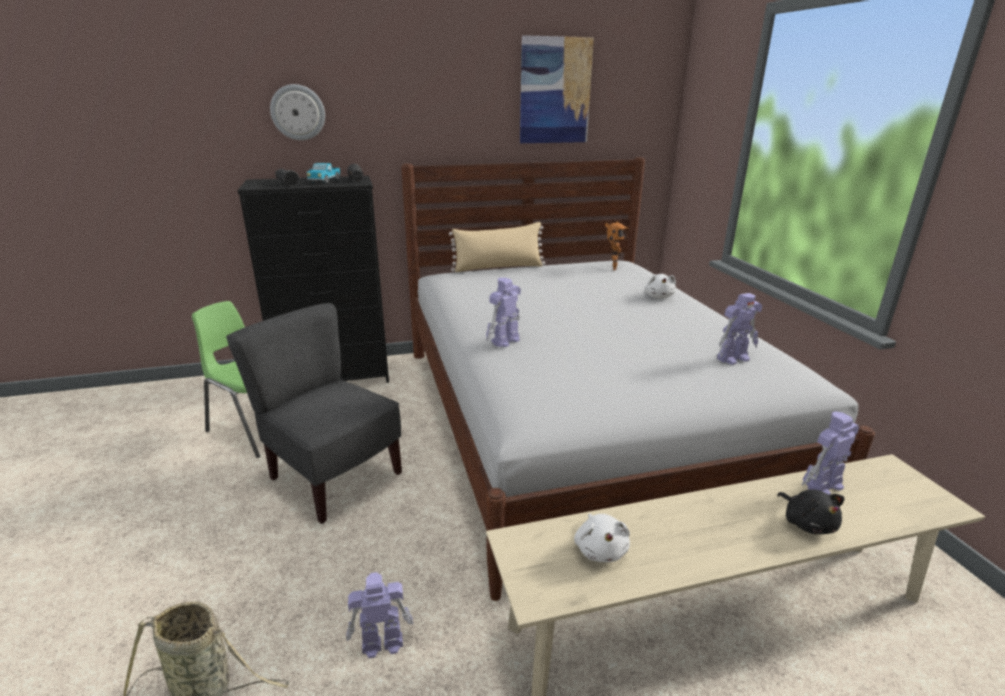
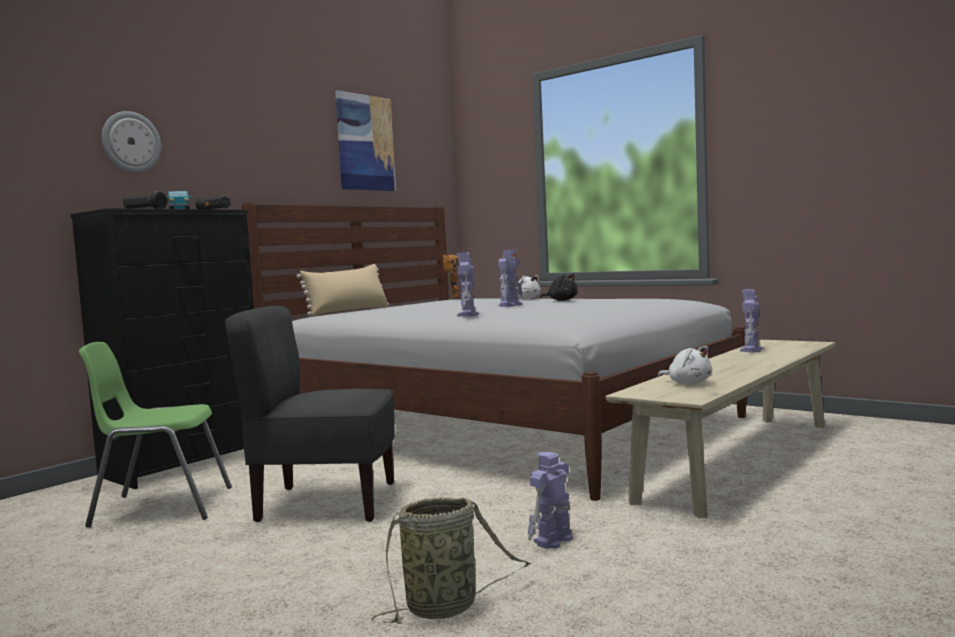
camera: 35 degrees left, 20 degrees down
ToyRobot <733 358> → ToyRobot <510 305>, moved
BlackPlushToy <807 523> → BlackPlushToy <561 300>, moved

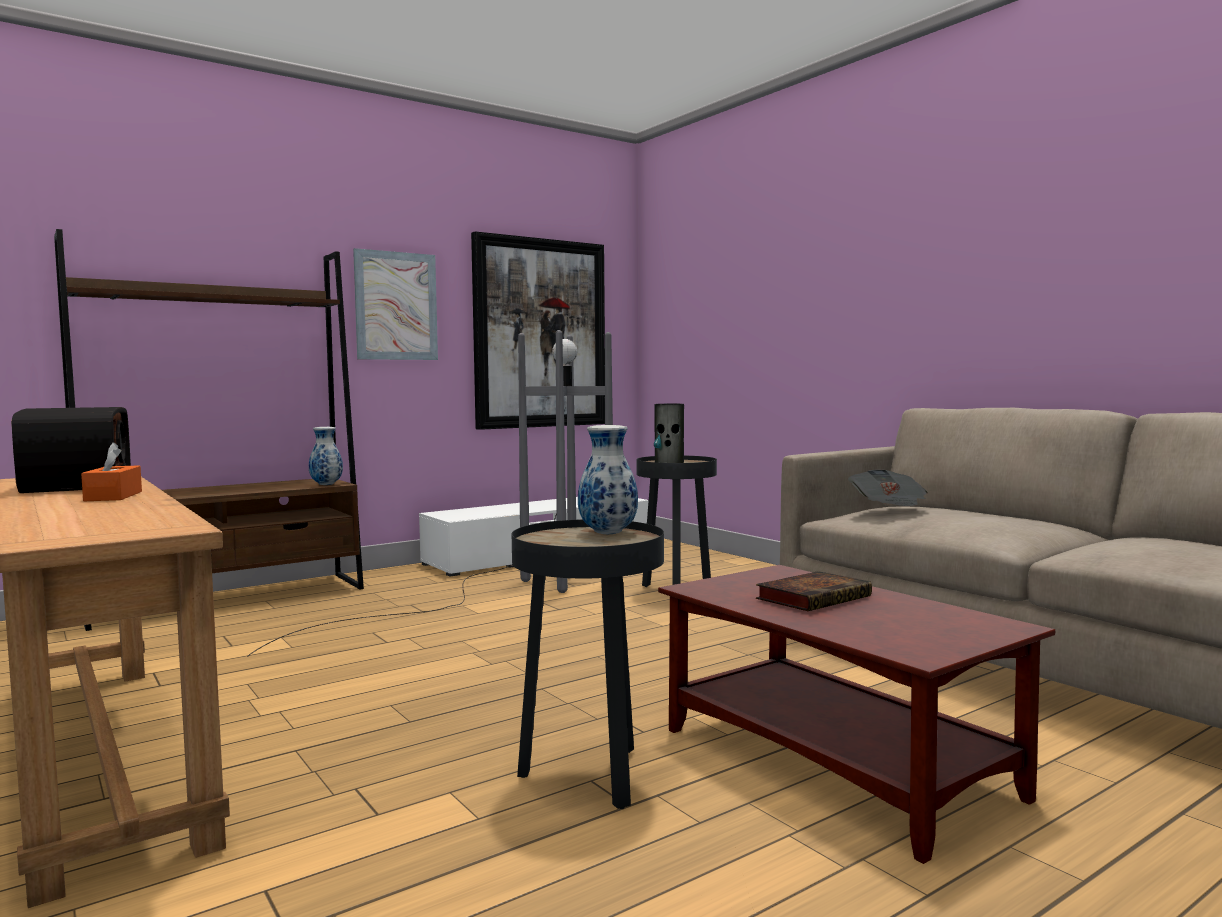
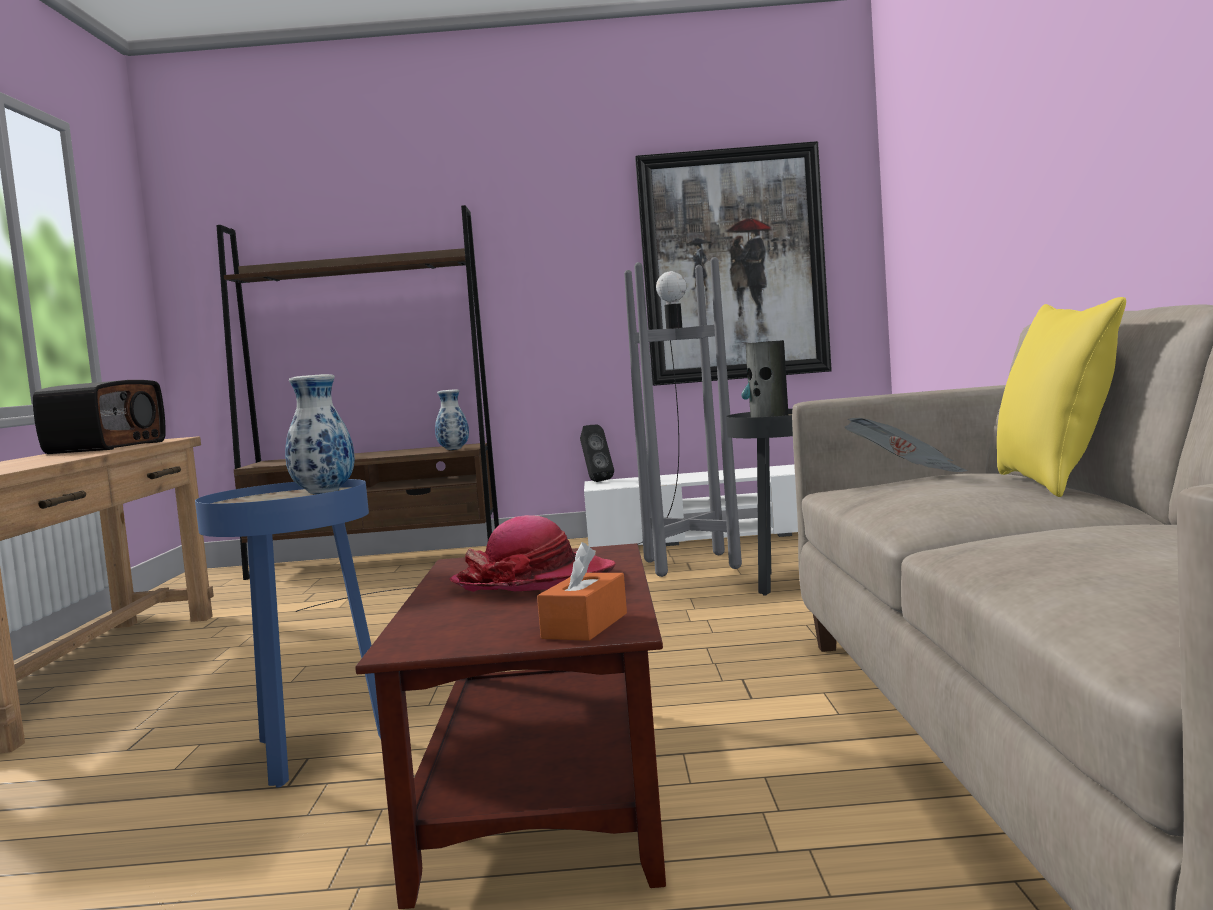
camera: 35 degrees right, 0 degrees up
Picture <396 306> → -
- → BlackSpeaker <596 481>
- → YellowPillow <1055 483>
OrangeTissueBox <113 496> → OrangeTissueBox <585 626>, moved
Book <814 598> → Hat <533 580>
BlackSideTable <589 778> → BlueSideTable <310 755>

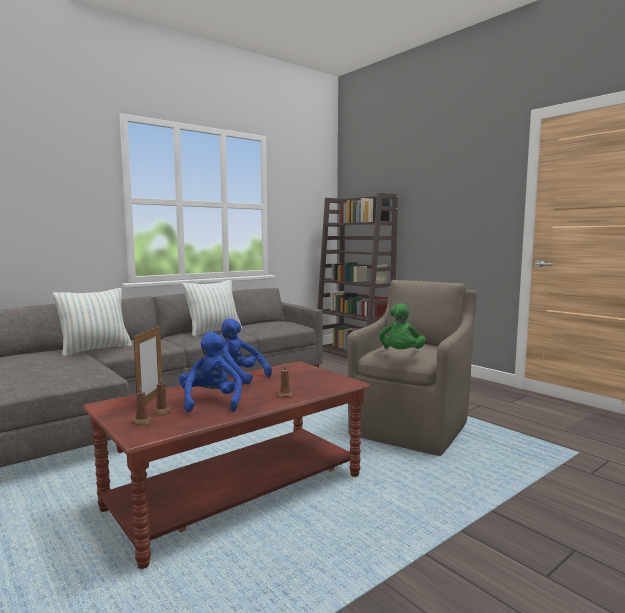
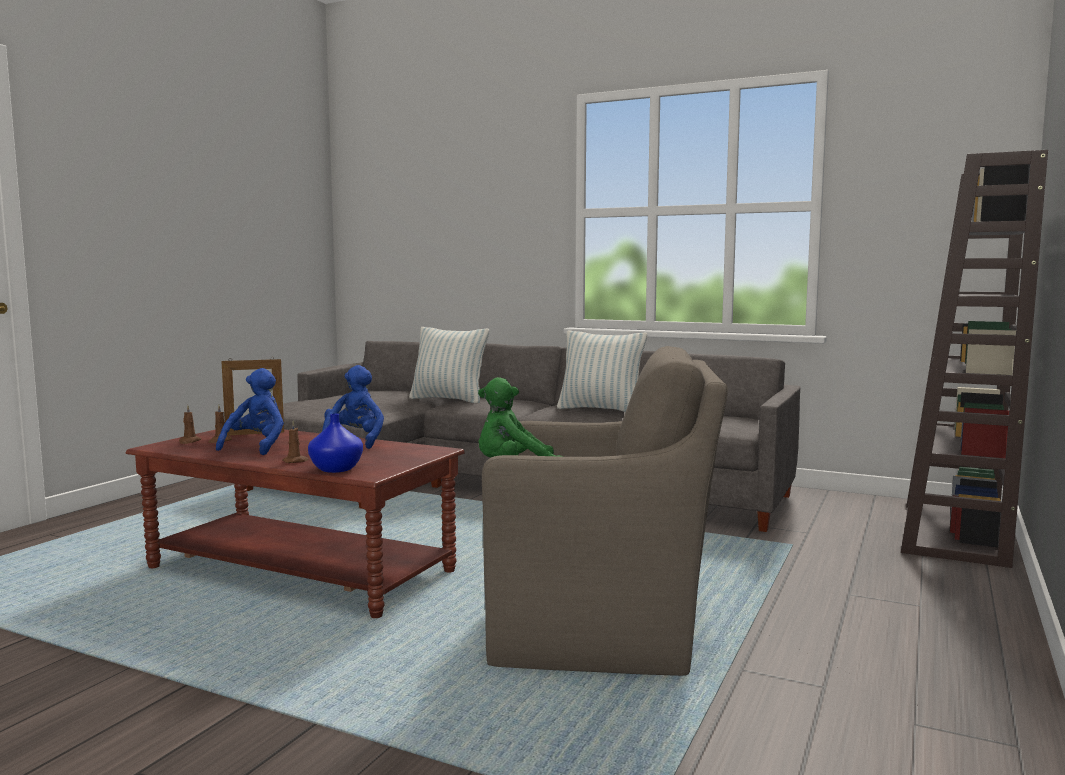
camera: 65 degrees right, 0 degrees up
- → BlueVase <336 469>
BluePlushToy <211 402> → BluePlushToy <257 446>, 45 degrees counterclockwise

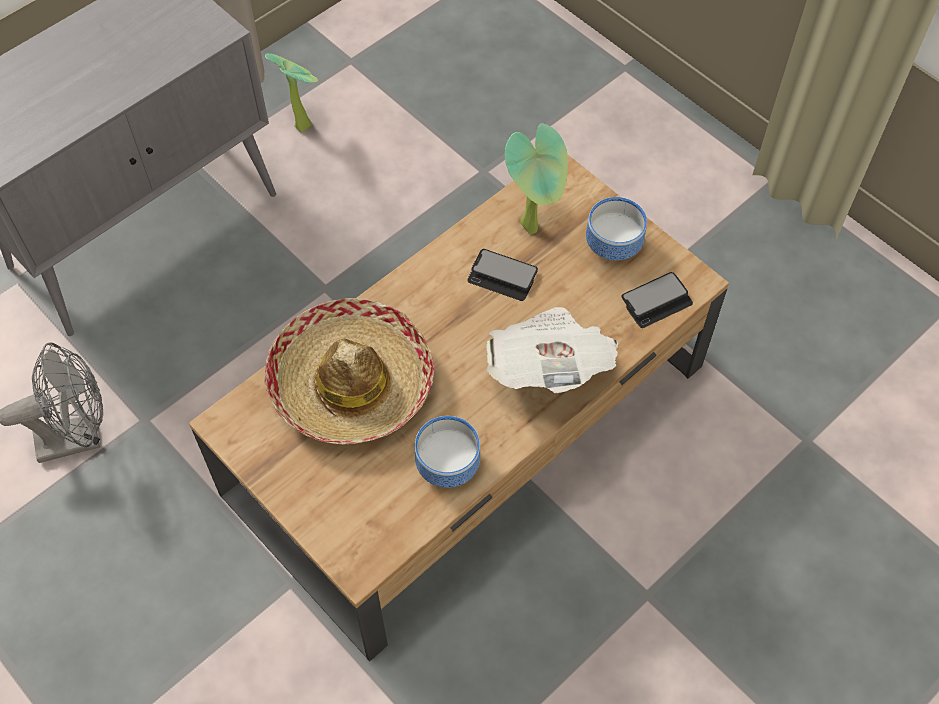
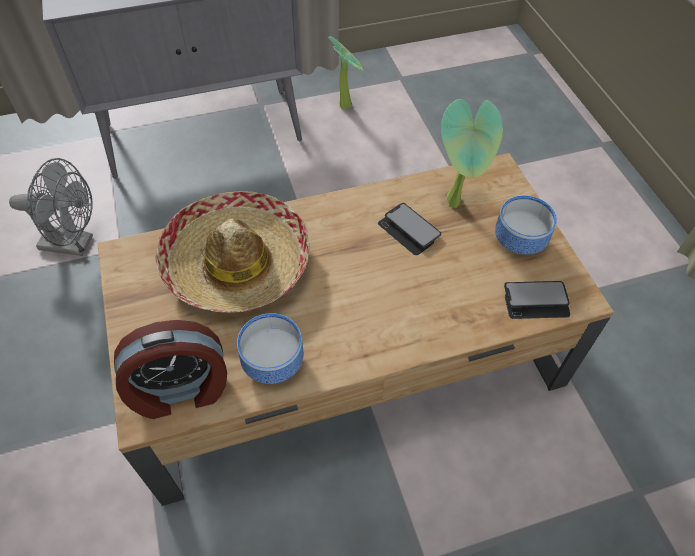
camera: 25 degrees right, 5 degrees down
Newspaper <548 367> → -
- → AlarmClock <180 391>

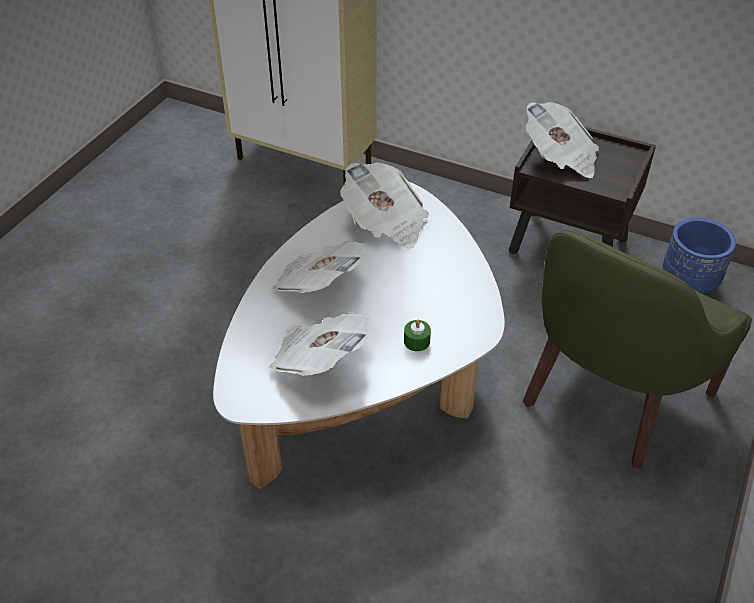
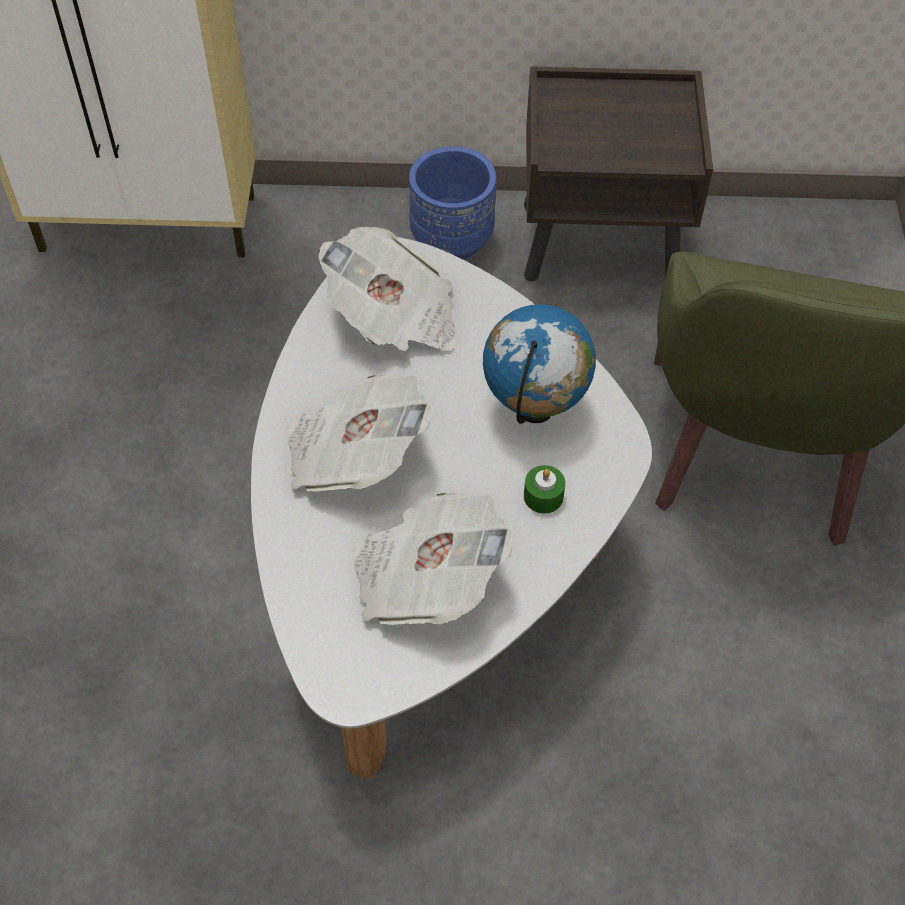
camera: 25 degrees left, 10 degrees up
Newspaper <560 158> → -
- → Globe <534 411>
BluePlanter <688 283> → BluePlanter <452 240>, moved

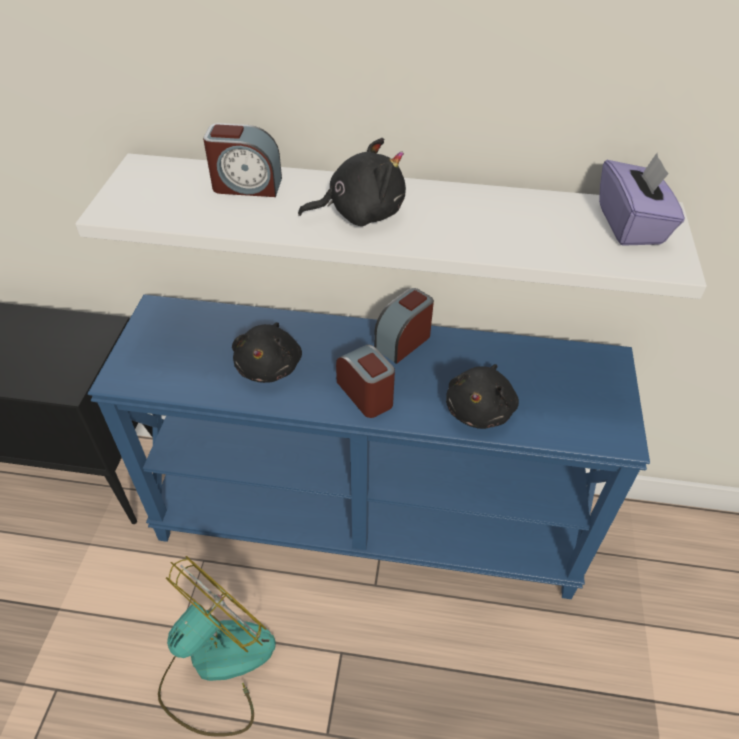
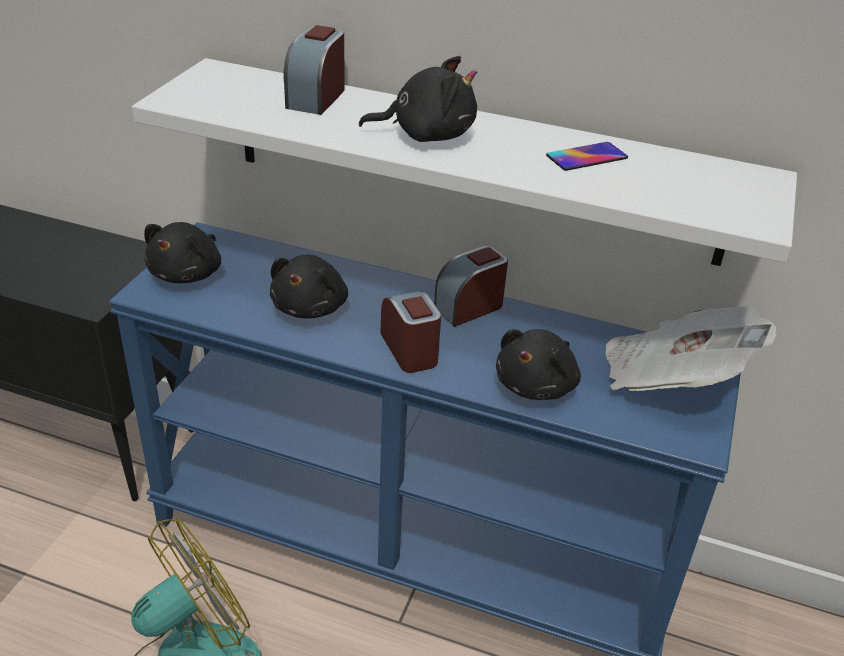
camera: 10 degrees right, 10 degrees down
PurpleTissueBox <631 225> → -
- → BlackPlushToy <188 273>
- → Phone <586 157>
- → Newspaper <672 378>
AlarmClock <246 185> → AlarmClock <316 98>, 90 degrees clockwise

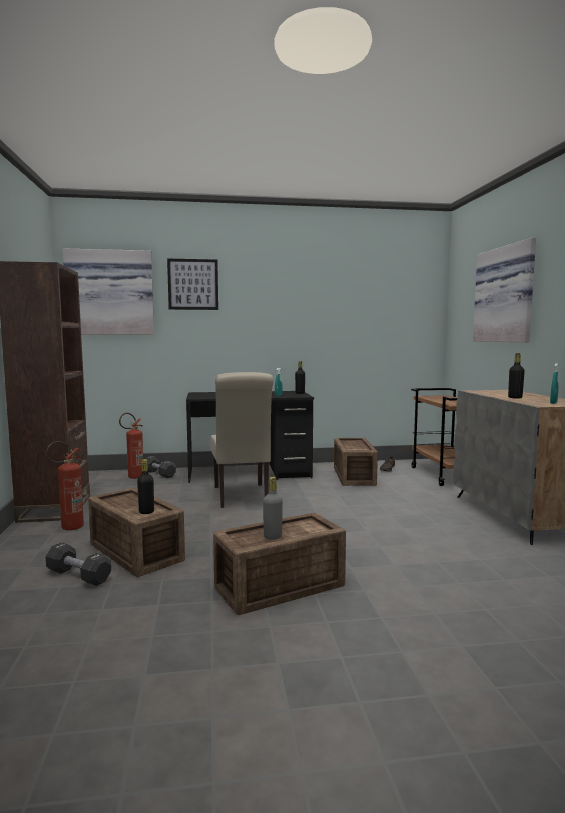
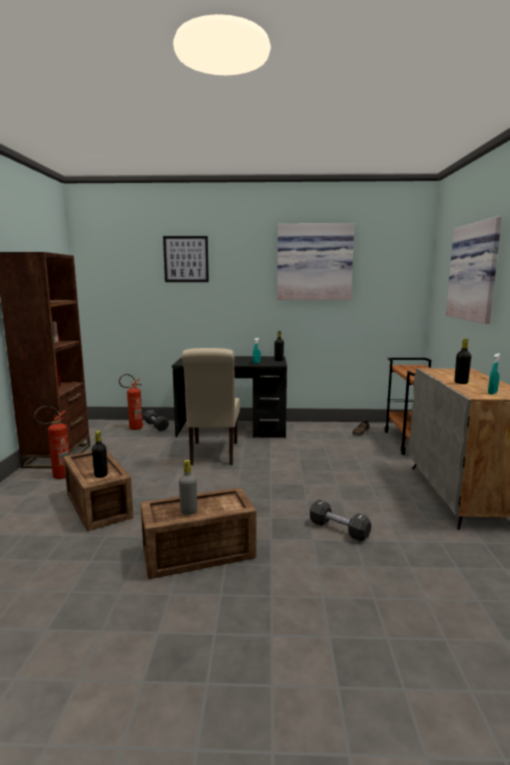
camera: 10 degrees right, 5 degrees up
Crate <354 476> → -
BlackDumbbell <78 576> → BlackDumbbell <339 529>, moved
Picture <110 292> → Picture <314 262>, moved

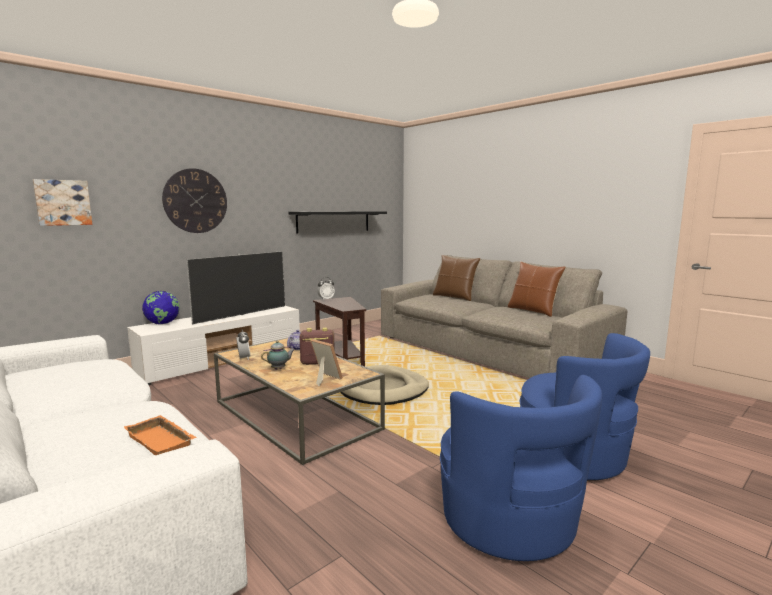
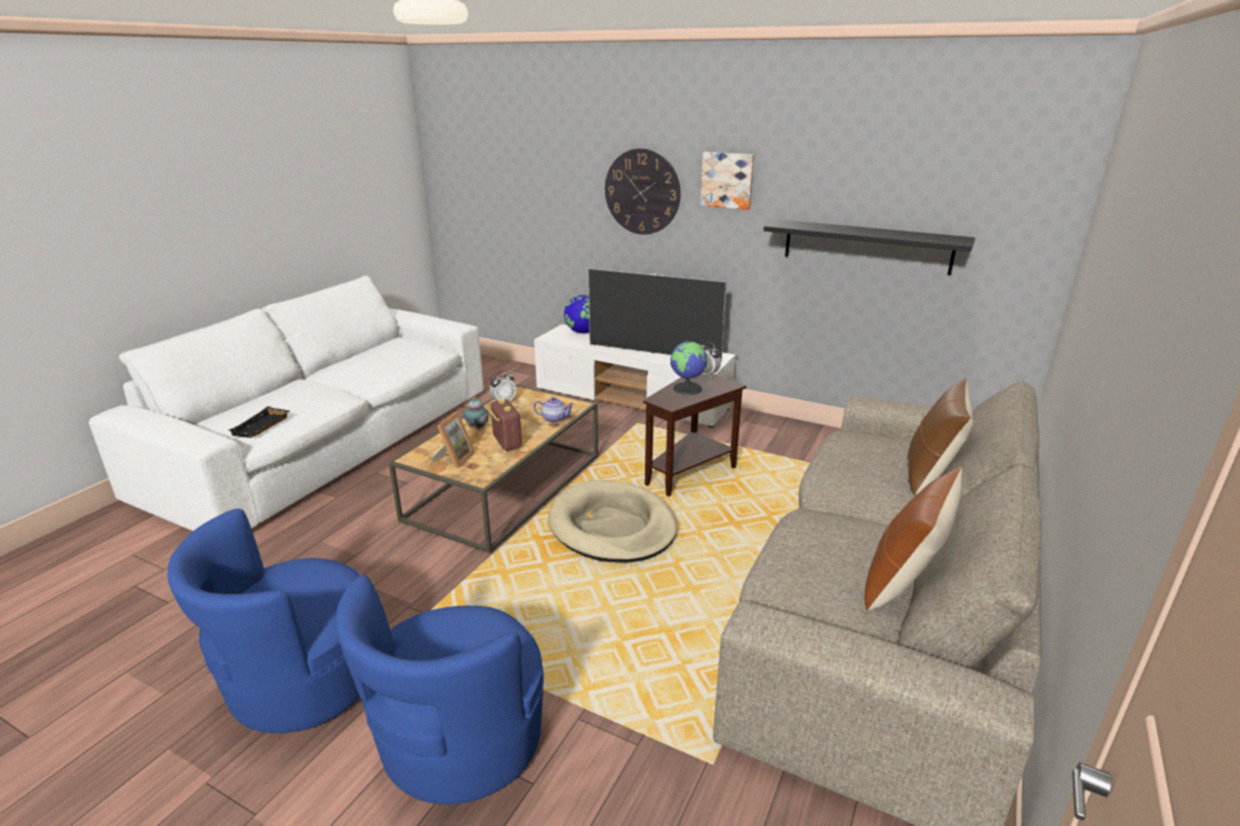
camera: 70 degrees right, 15 degrees up
- → Globe <688 388>
Picture <63 202> → Picture <727 180>, moved
OrangeTray <163 440> → BlackTray <261 427>

